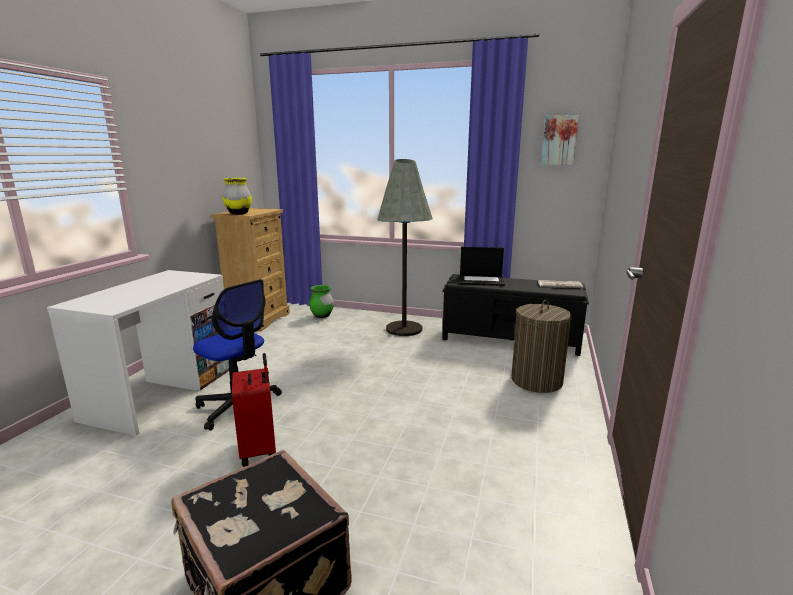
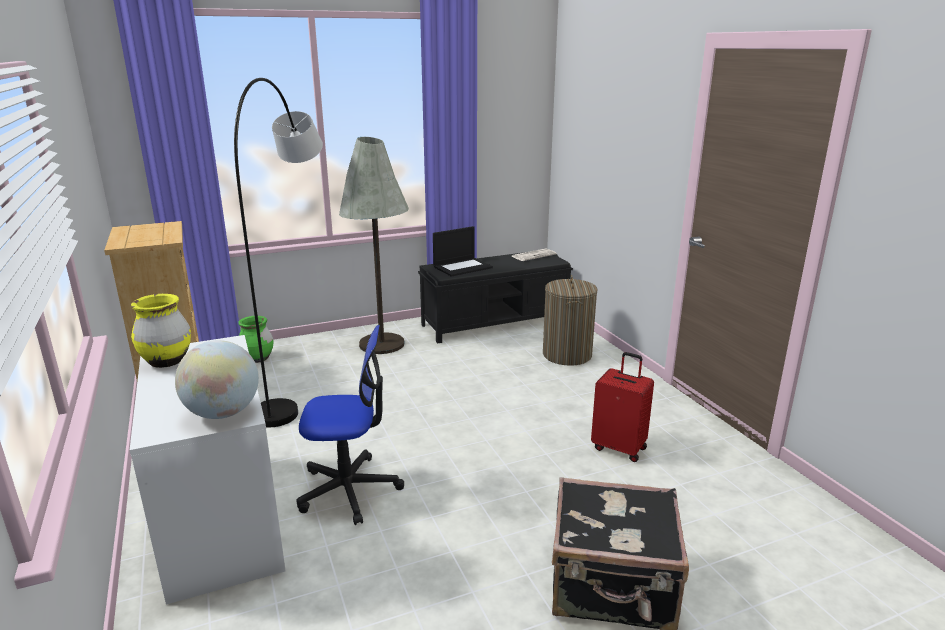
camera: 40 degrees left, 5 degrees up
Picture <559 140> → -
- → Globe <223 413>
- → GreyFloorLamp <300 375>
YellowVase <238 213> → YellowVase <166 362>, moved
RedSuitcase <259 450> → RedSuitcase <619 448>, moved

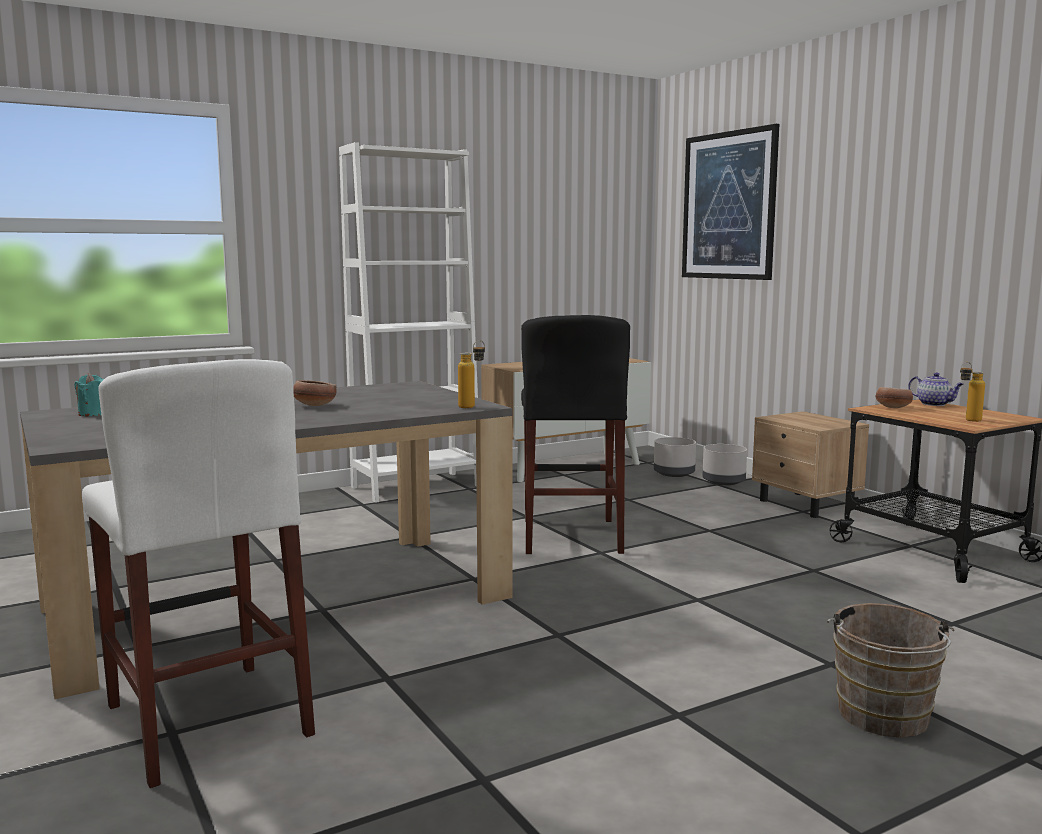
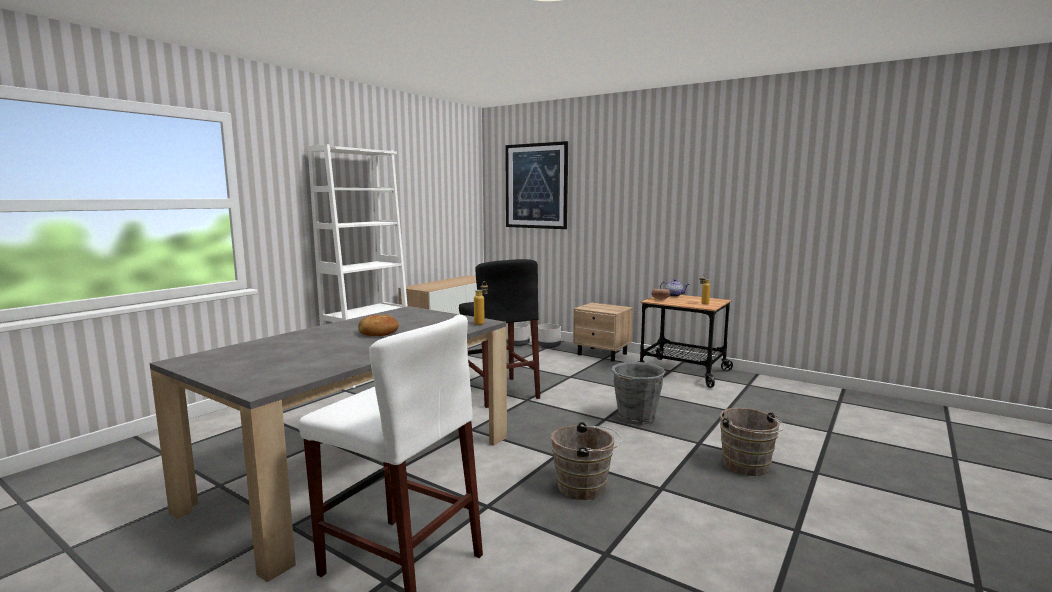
camera: 25 degrees left, 0 degrees up
TurquoiseCandle <93 414> → -
- → BrownBucket <585 487>
- → GreyBucket <635 418>
Bowl <313 405> → Bread <378 332>

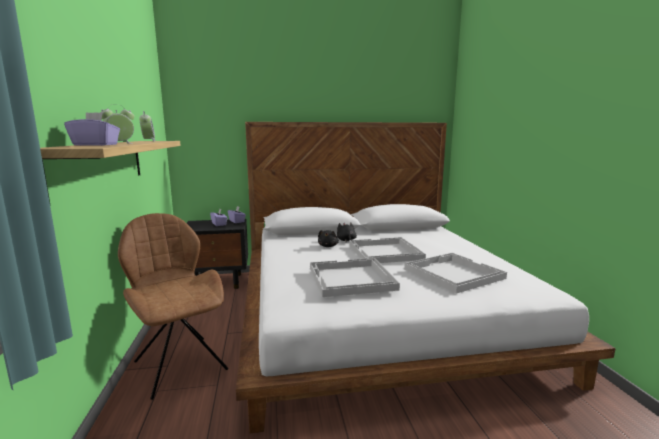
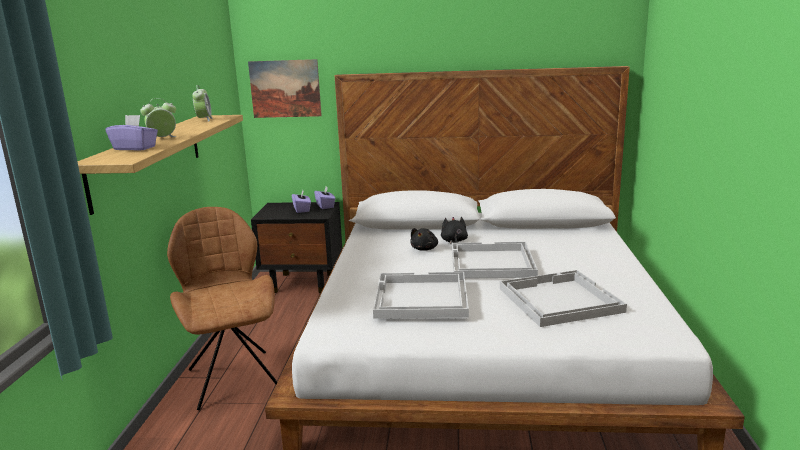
camera: 15 degrees right, 5 degrees up
- → Picture <285 88>

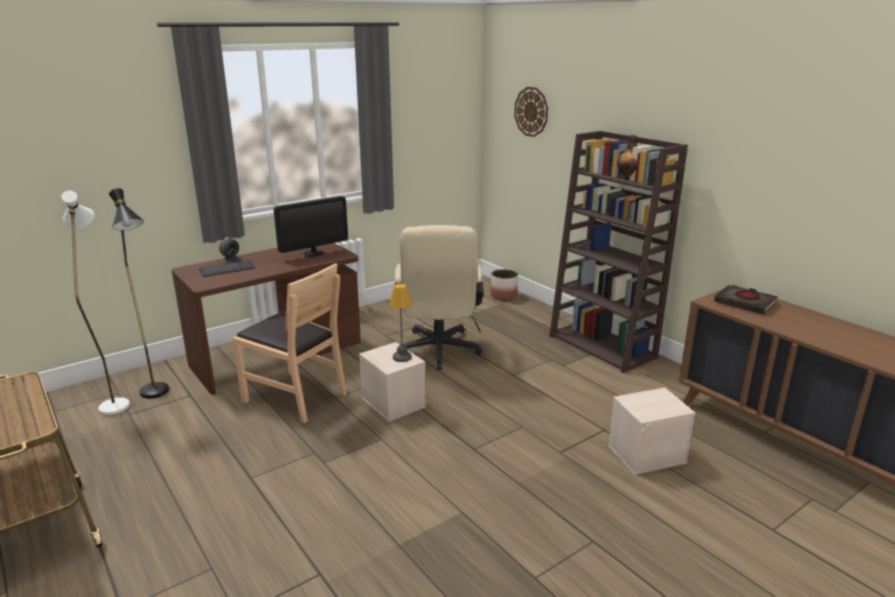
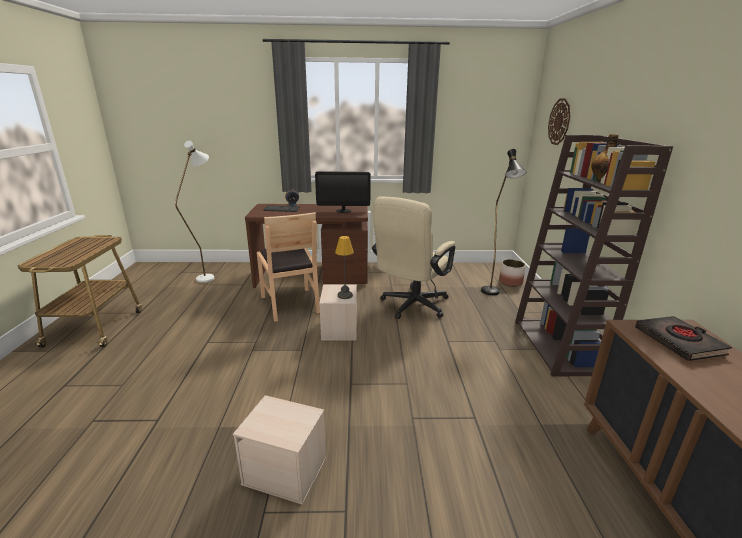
camera: 35 degrees right, 0 degrees up
BlackFloorLamp <158 395> → BlackFloorLamp <492 294>, moved
BeigeStorageBox <646 453> → BeigeStorageBox <286 470>, moved

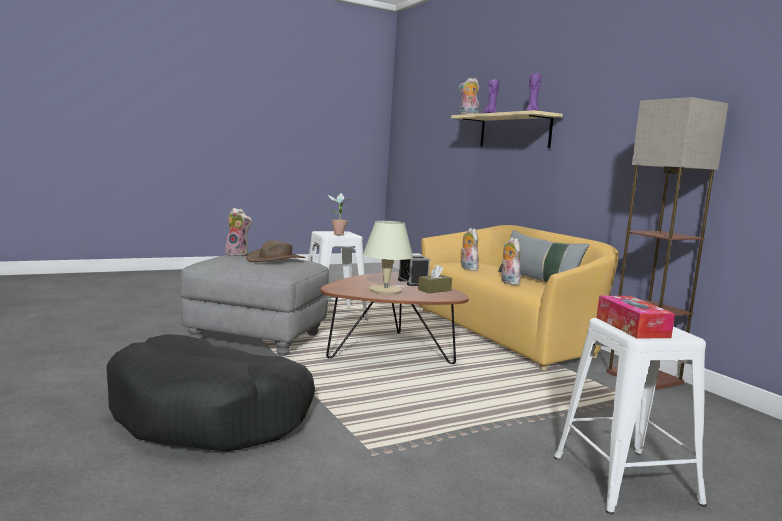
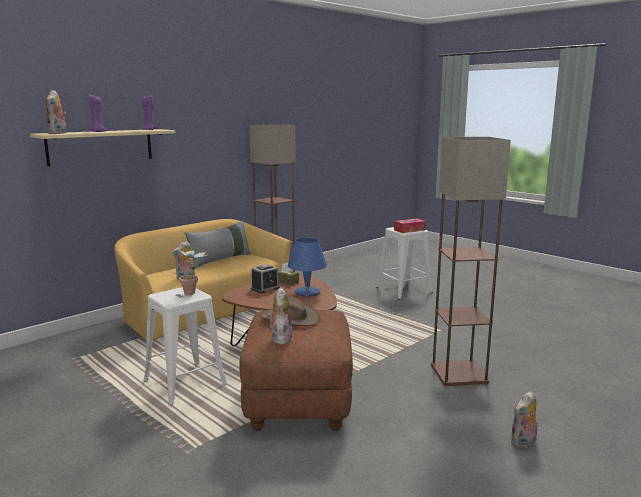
camera: 105 degrees left, 5 degrees up
PlushToy <508 282> → PlushToy <524 443>, moved
BlackDogBed <211 415> → FloorLamp <460 374>
GreyOttoman <255 338> → BrownOttoman <298 402>
BeigeTableLamp <385 291> → BlueTableLamp <307 292>

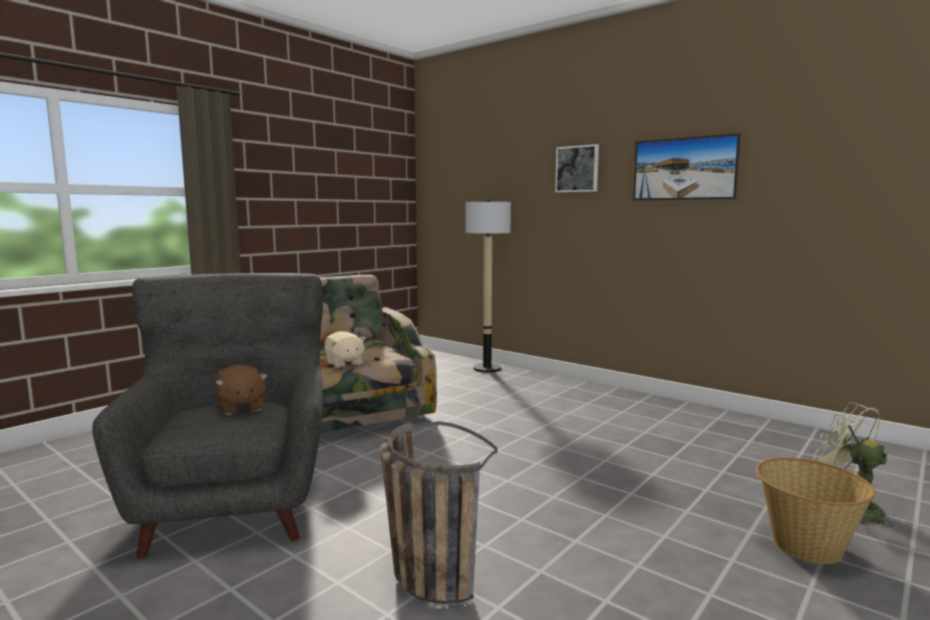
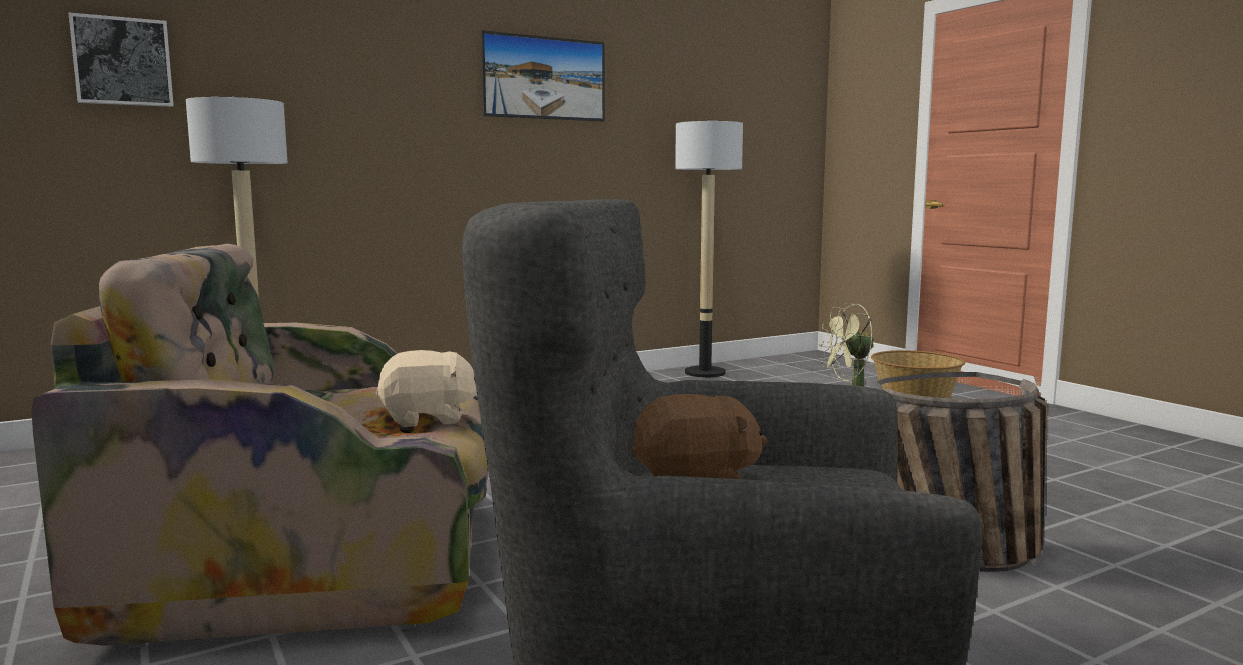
camera: 70 degrees left, 0 degrees up
- → FloorLamp <705 372>
Picture <577 169> → Picture <122 62>, moved

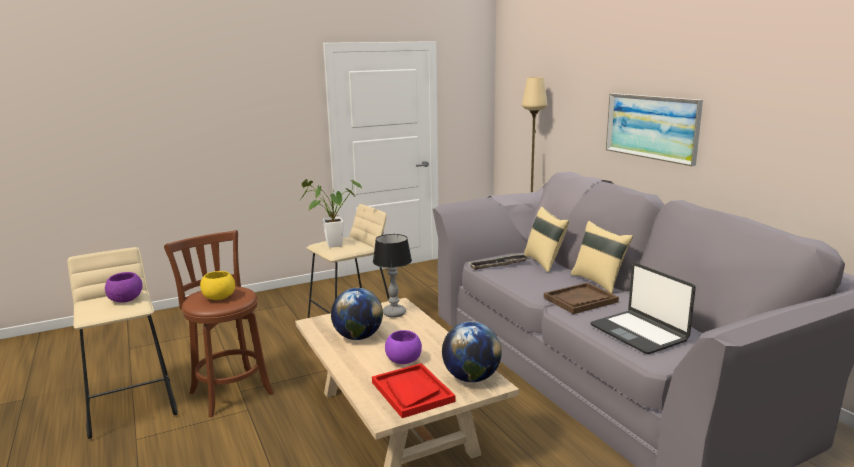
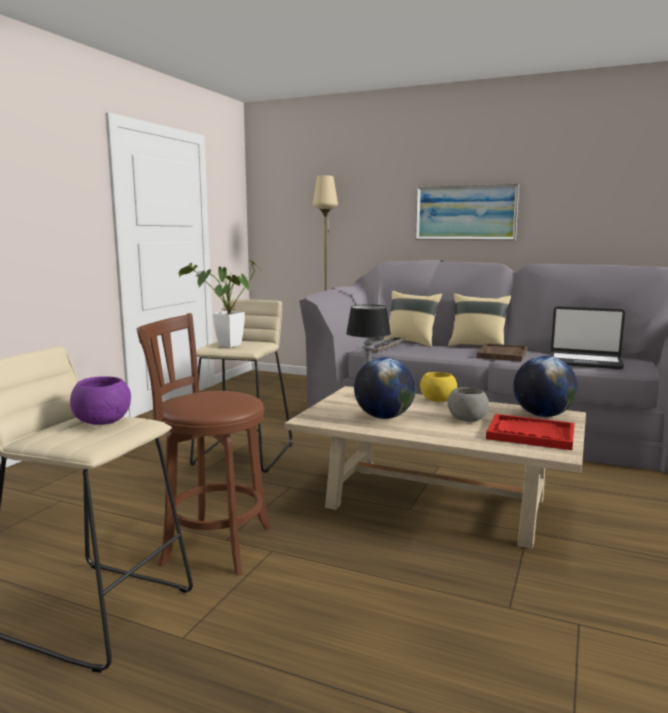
camera: 40 degrees left, 5 degrees down
YellowBowl <218 298> → YellowBowl <437 401>, moved
PurpleBowl <403 360> → GreyBowl <466 420>

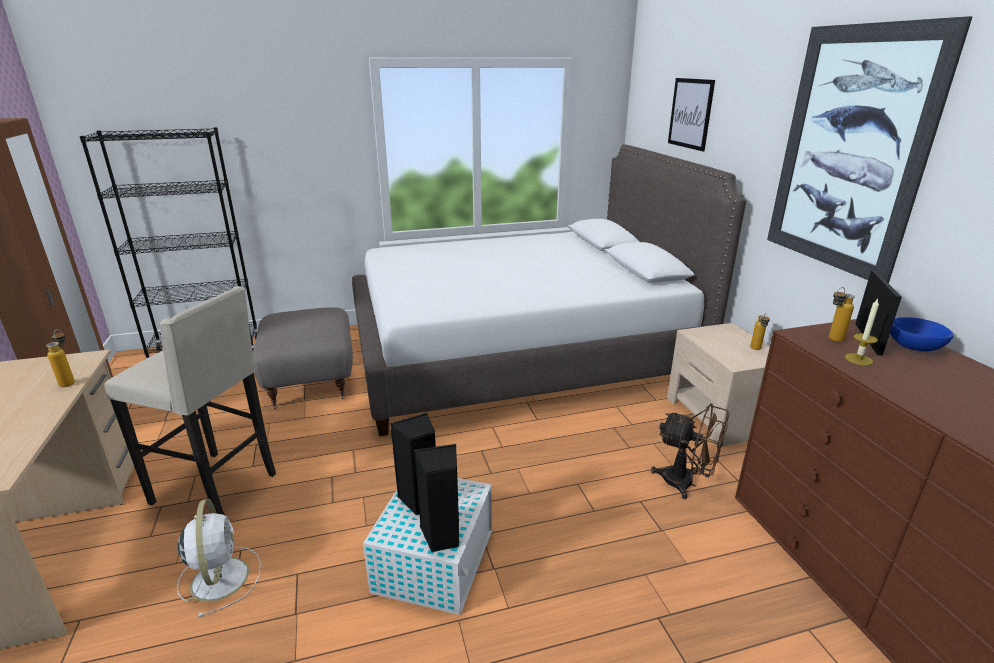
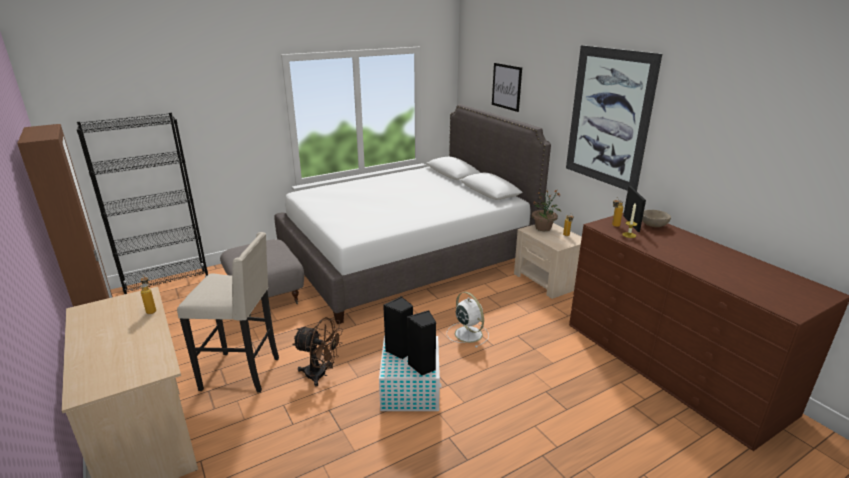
camera: 15 degrees left, 0 degrees up
- → PottedPlant <543 228>
WhiteFan <220 577> → WhiteFan <467 333>, moved
BrownFan <686 483> → BrownFan <321 374>, moved
BlueBowl <914 347> → BeigeBowl <653 225>

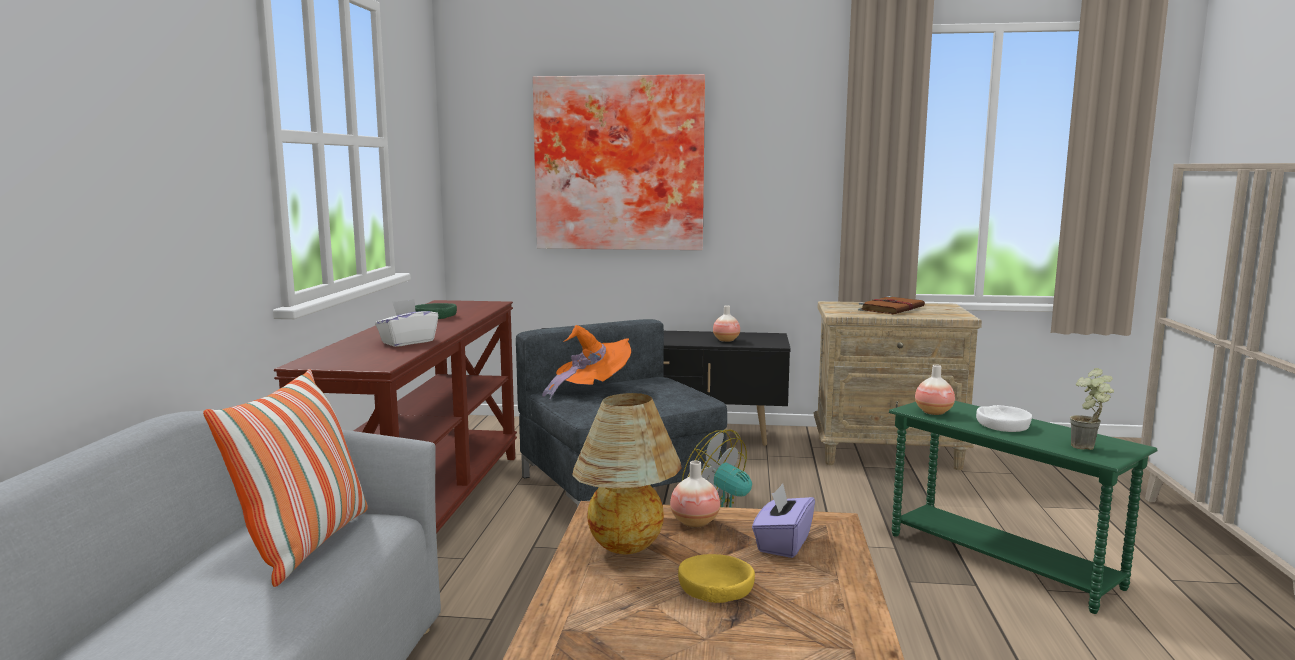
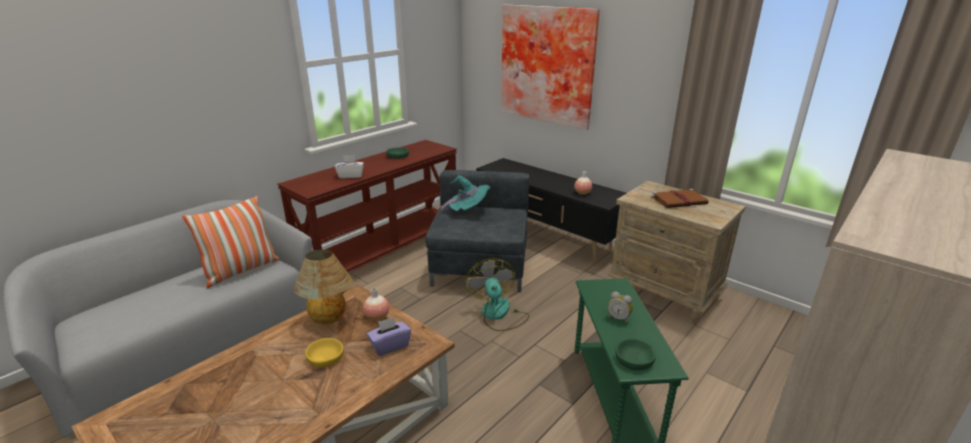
camera: 35 degrees right, 15 degrees up
Vase <933 412> → -
WhiteBowl <1002 425> → AlarmClock <619 318>
PottedPlant <1089 449> → GreenBowl <634 359>
OrangeHat <590 390> → TurquoiseHat <468 211>

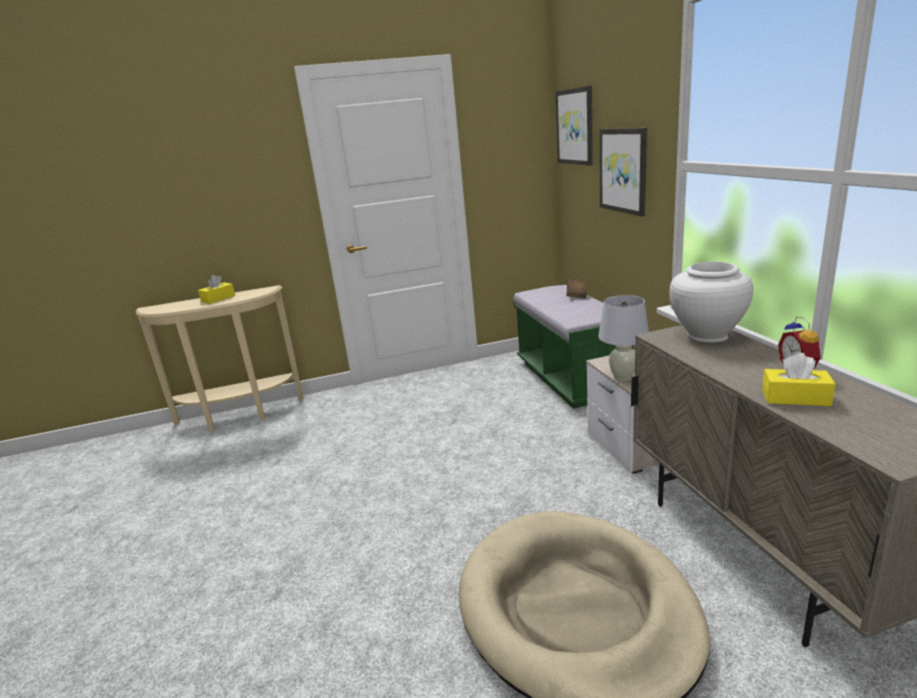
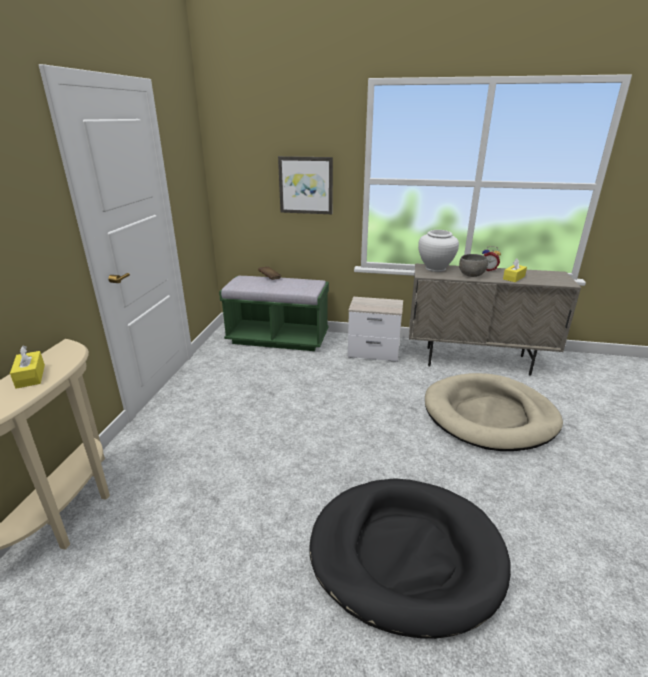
camera: 65 degrees left, 5 degrees up
Picture <575 126> → -
WhiteTableLamp <623 377> → -
- → BlackDogBed <405 554>
- → GreyBowl <471 275>

